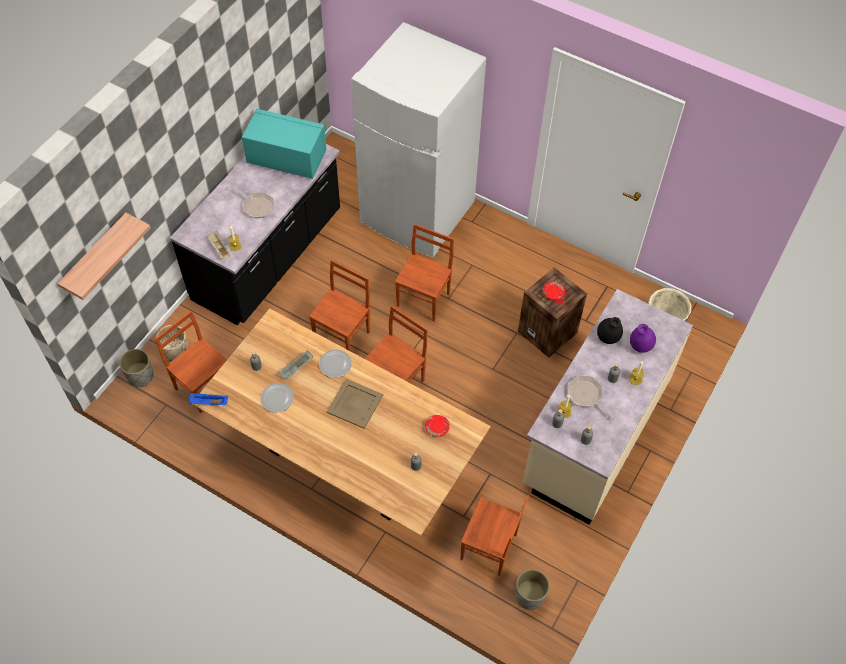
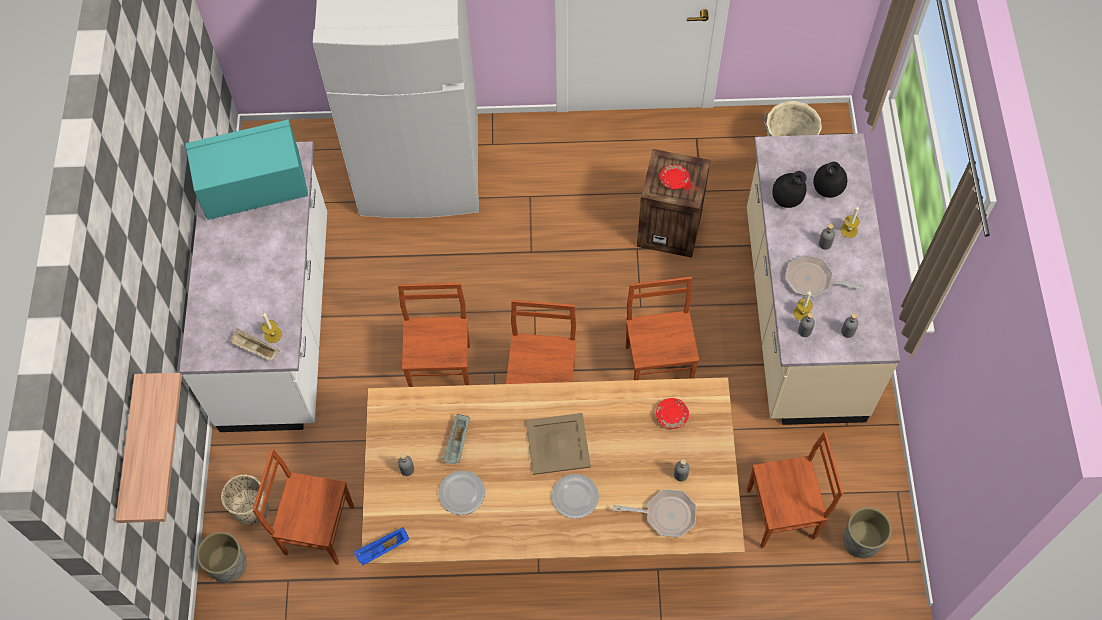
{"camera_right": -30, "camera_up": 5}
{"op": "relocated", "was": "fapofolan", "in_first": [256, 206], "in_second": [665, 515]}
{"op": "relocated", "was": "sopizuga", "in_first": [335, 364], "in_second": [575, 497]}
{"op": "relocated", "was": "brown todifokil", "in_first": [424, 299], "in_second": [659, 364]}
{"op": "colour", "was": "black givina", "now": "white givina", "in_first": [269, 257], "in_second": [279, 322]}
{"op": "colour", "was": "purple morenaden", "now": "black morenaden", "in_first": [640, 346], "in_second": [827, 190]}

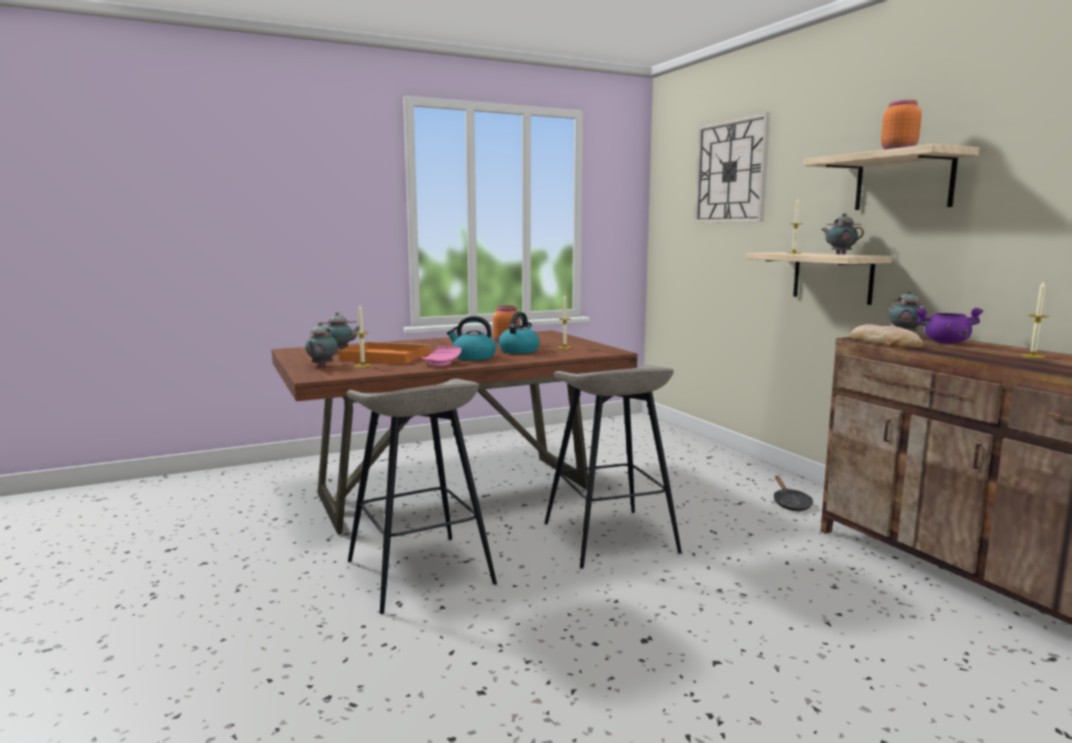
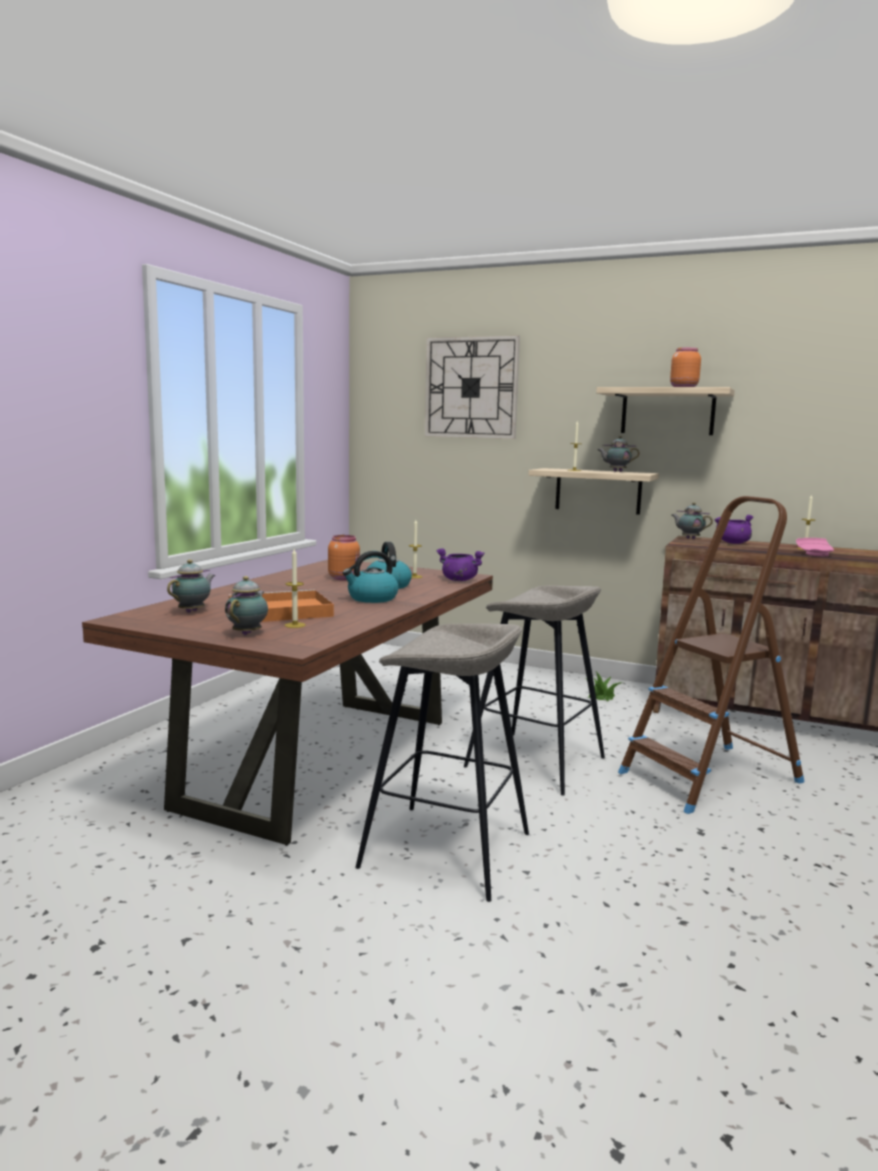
{"camera_right": -40, "camera_up": 0}
{"op": "missing", "was": "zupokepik", "in_first": [885, 342]}
{"op": "appeared", "now": "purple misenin", "in_second": [458, 580]}
{"op": "appeared", "now": "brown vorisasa", "in_second": [708, 777]}
{"op": "relocated", "was": "pink sopizuga", "in_first": [442, 364], "in_second": [816, 554]}
{"op": "exchanged", "was": "black fapofolan", "now": "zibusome", "in_first": [790, 504], "in_second": [601, 696]}
{"op": "spun", "was": "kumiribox", "in_first": [321, 366], "in_second": [248, 633], "clockwise": -135}

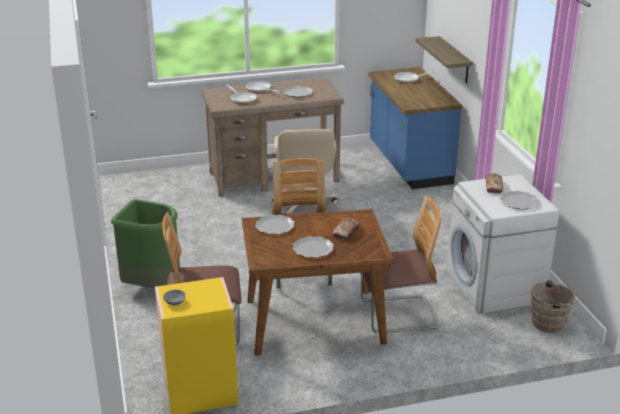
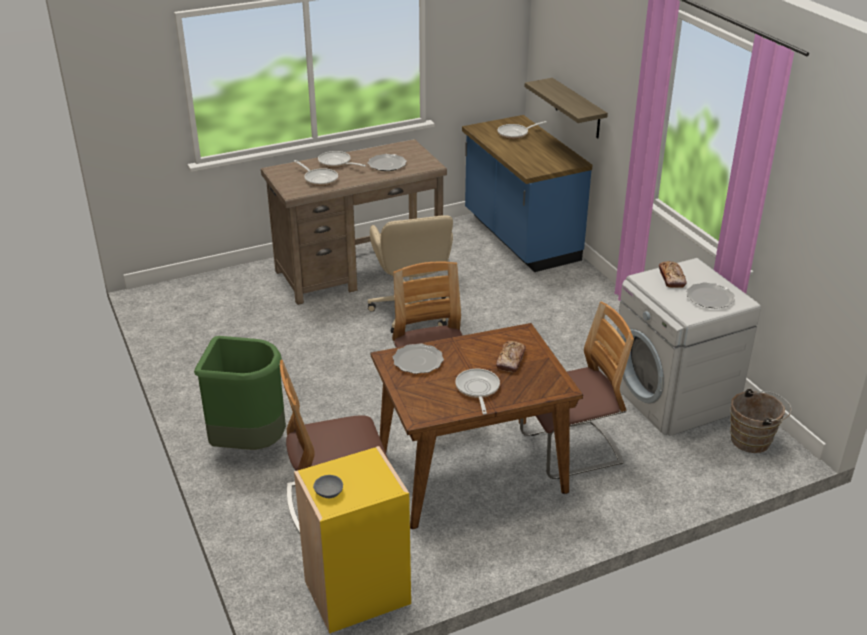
{"camera_right": -10, "camera_up": 5}
{"op": "exchanged", "was": "sopizuga", "now": "fapofolan", "in_first": [312, 249], "in_second": [477, 390]}

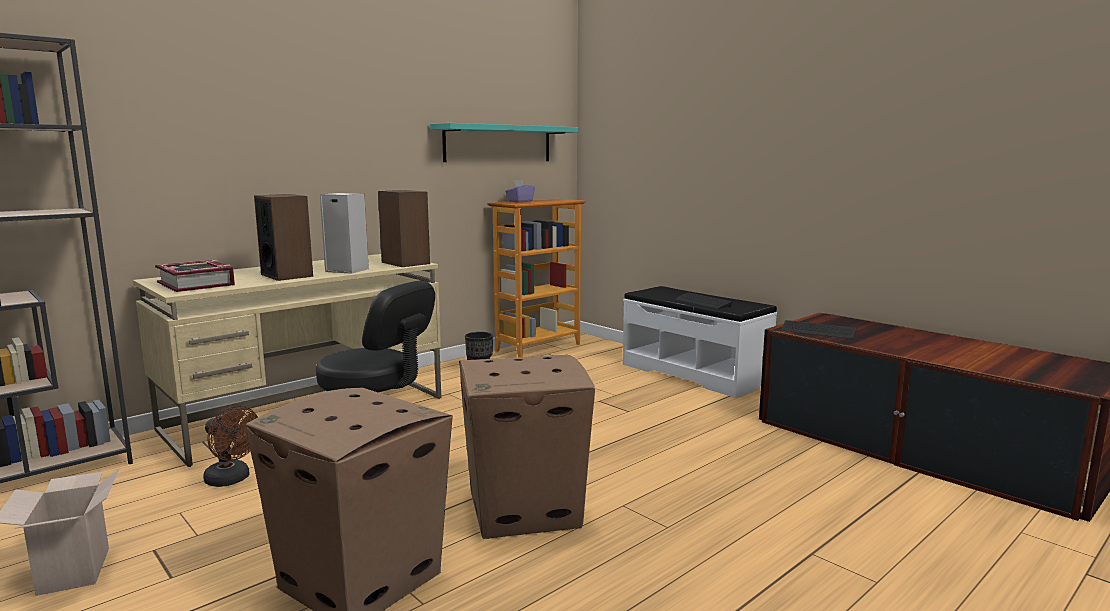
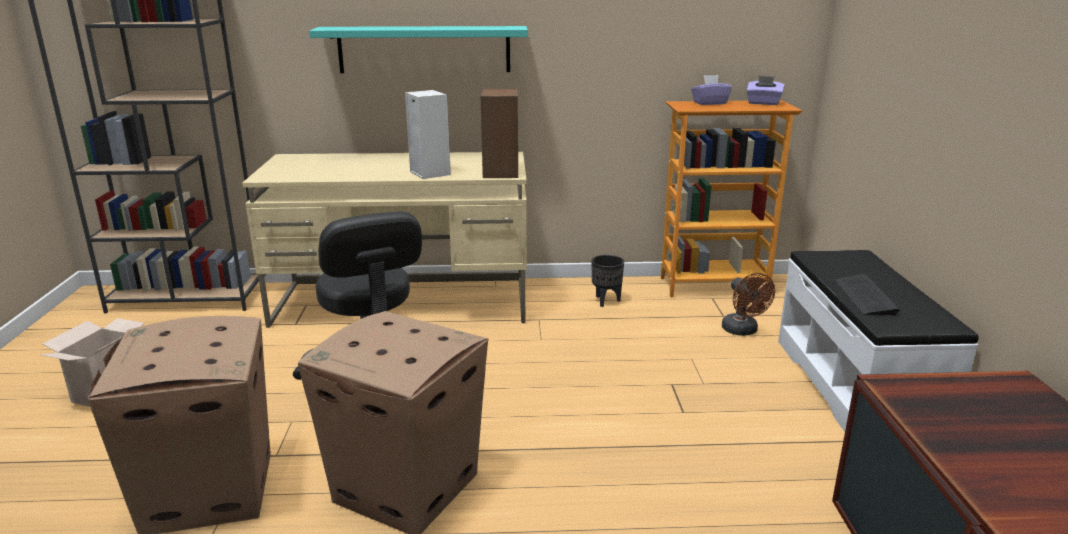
{"camera_right": 40, "camera_up": 10}
{"op": "missing", "was": "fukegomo", "in_first": [196, 284]}
{"op": "missing", "was": "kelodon", "in_first": [287, 275]}
{"op": "missing", "was": "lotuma", "in_first": [818, 331]}
{"op": "appeared", "now": "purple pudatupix", "in_second": [763, 103]}
{"op": "relocated", "was": "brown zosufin", "in_first": [232, 480], "in_second": [743, 331]}
{"op": "relocated", "was": "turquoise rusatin", "in_first": [498, 143], "in_second": [424, 49]}

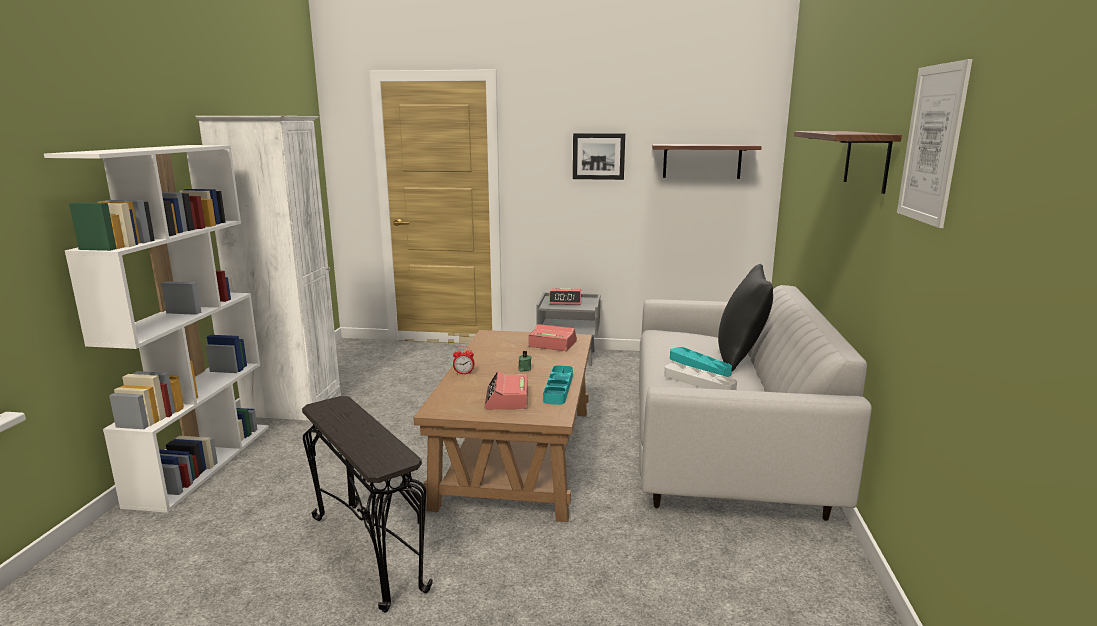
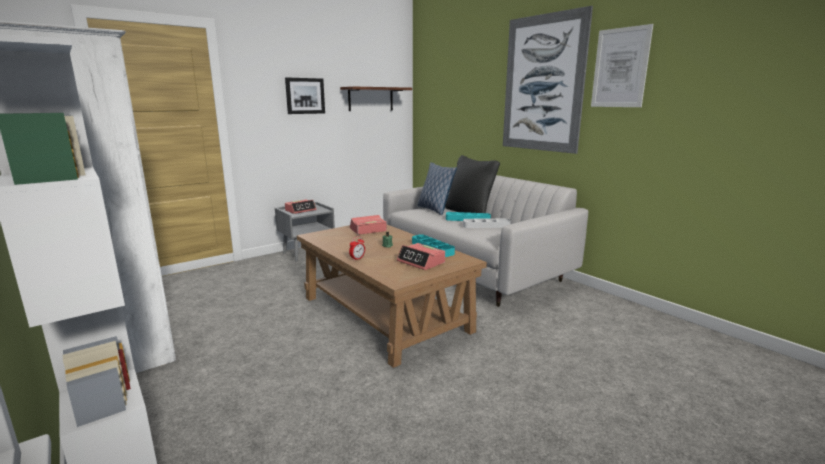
{"camera_right": -45, "camera_up": 0}
{"op": "missing", "was": "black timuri", "in_first": [367, 553]}
{"op": "appeared", "now": "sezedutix", "in_second": [434, 209]}
{"op": "exchanged", "was": "rusatin", "now": "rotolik", "in_first": [867, 160], "in_second": [543, 84]}

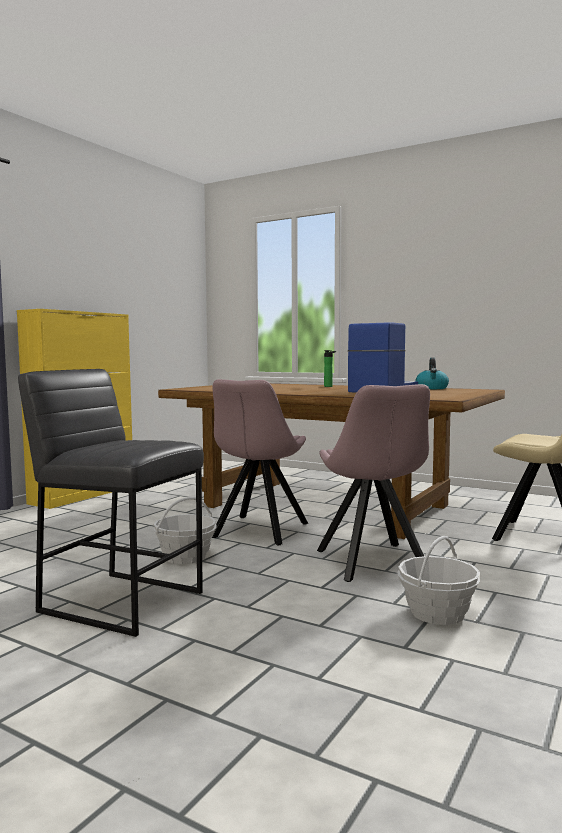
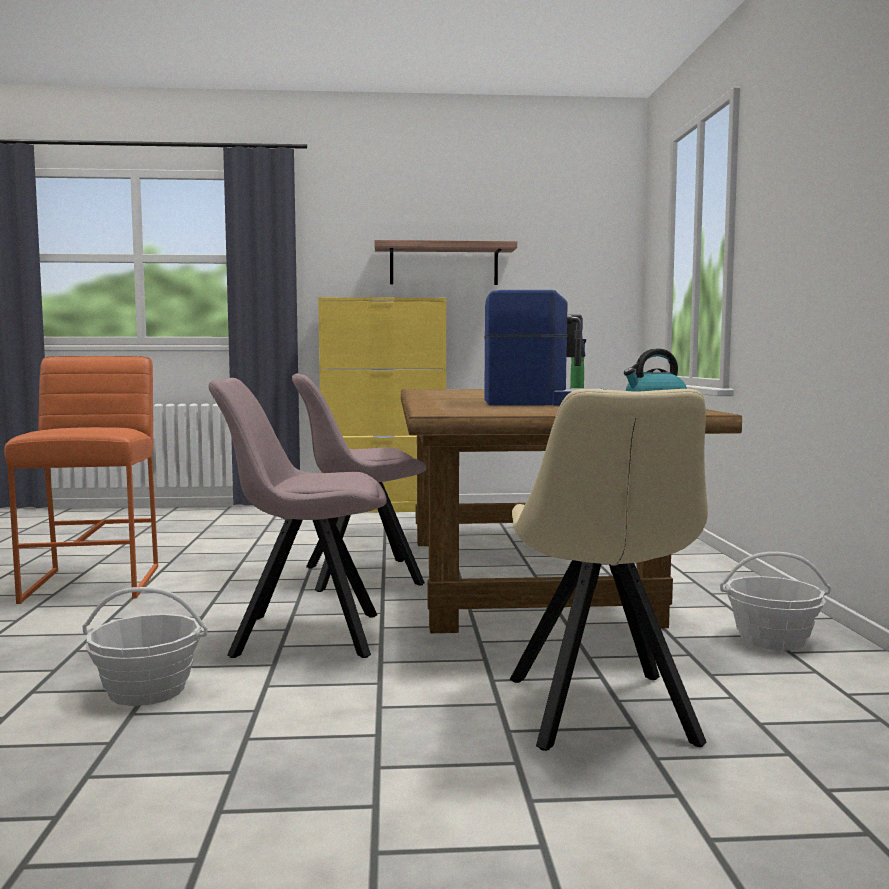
{"camera_right": 55, "camera_up": 0}
{"op": "appeared", "now": "rusatin", "in_second": [444, 264]}
{"op": "relocated", "was": "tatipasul", "in_first": [185, 557], "in_second": [772, 640]}
{"op": "colour", "was": "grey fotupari", "now": "orange fotupari", "in_first": [120, 601], "in_second": [94, 583]}
{"op": "spun", "was": "pink todifokil", "in_first": [372, 562], "in_second": [305, 635], "clockwise": 45}

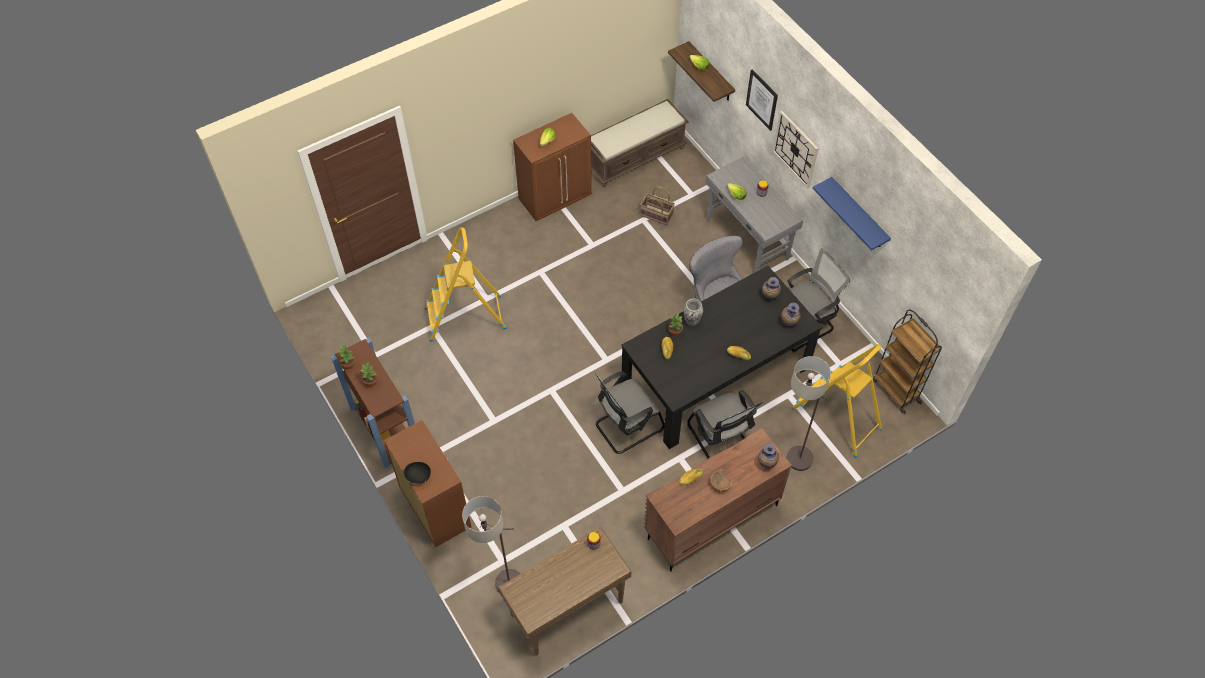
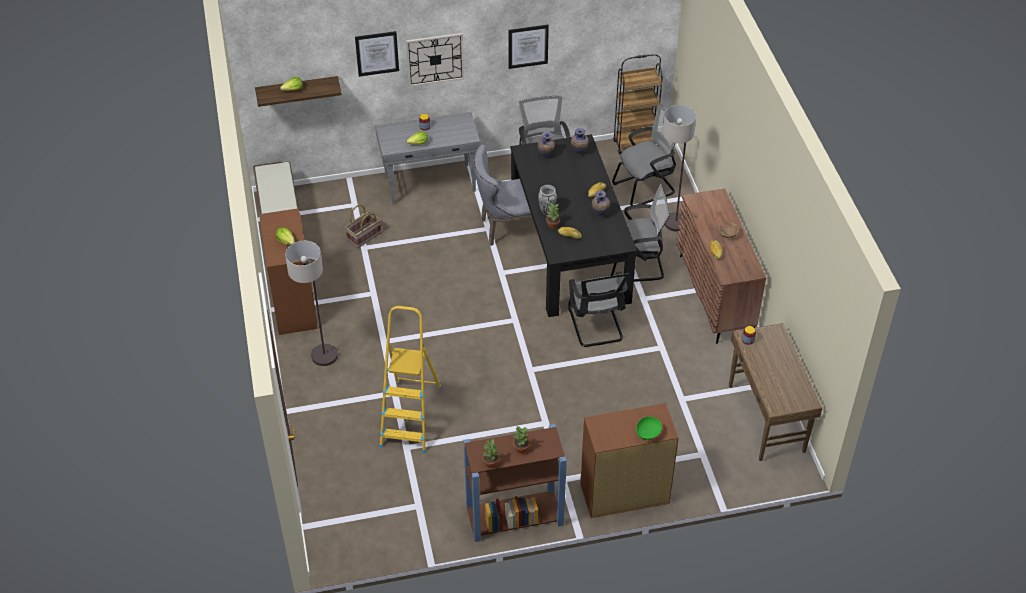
{"camera_right": -70, "camera_up": -10}
{"op": "relocated", "was": "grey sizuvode", "in_first": [500, 584], "in_second": [321, 361]}
{"op": "relocated", "was": "morenaden", "in_first": [766, 464], "in_second": [600, 214]}
{"op": "exchanged", "was": "yellow vorisasa", "now": "todifokil", "in_first": [835, 418], "in_second": [646, 188]}
{"op": "exchanged", "was": "blue rusatin", "now": "rotolik", "in_first": [858, 214], "in_second": [528, 46]}
{"op": "colour", "was": "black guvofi", "now": "green guvofi", "in_first": [418, 477], "in_second": [648, 434]}

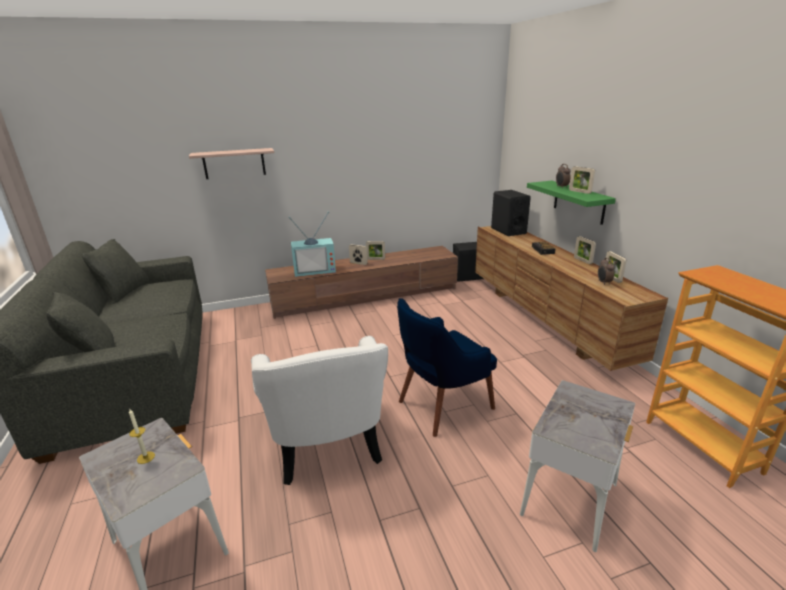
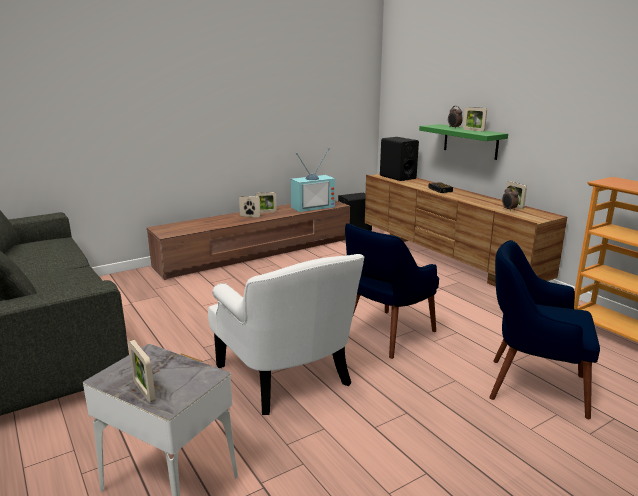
{"camera_right": -15, "camera_up": -5}
{"op": "missing", "was": "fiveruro", "in_first": [146, 457]}
{"op": "missing", "was": "rusatin", "in_first": [234, 163]}
{"op": "relocated", "was": "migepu", "in_first": [315, 270], "in_second": [312, 206]}
{"op": "relocated", "was": "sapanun", "in_first": [582, 261], "in_second": [144, 392]}
{"op": "exchanged", "was": "timuri", "now": "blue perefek", "in_first": [571, 498], "in_second": [533, 386]}

